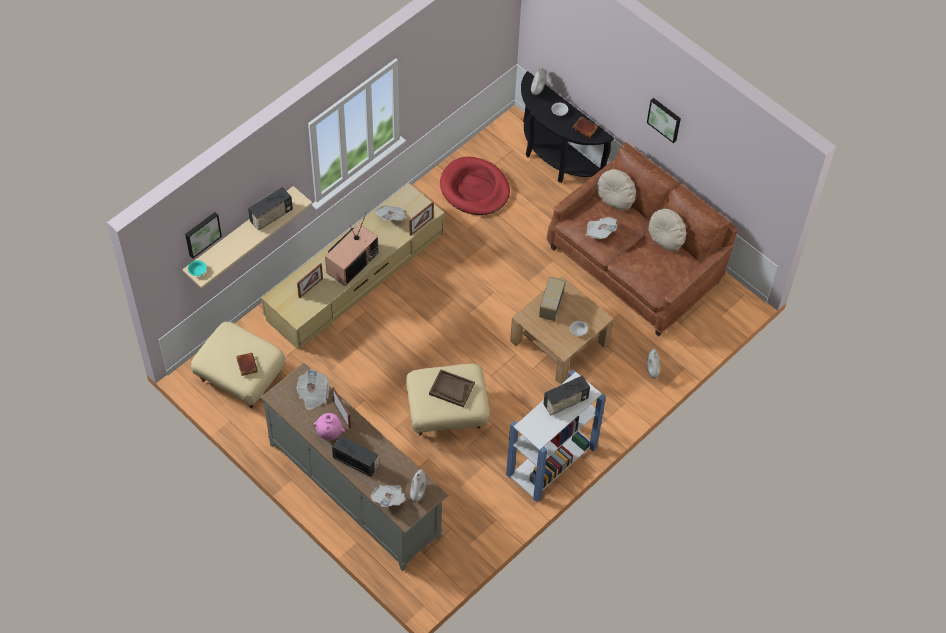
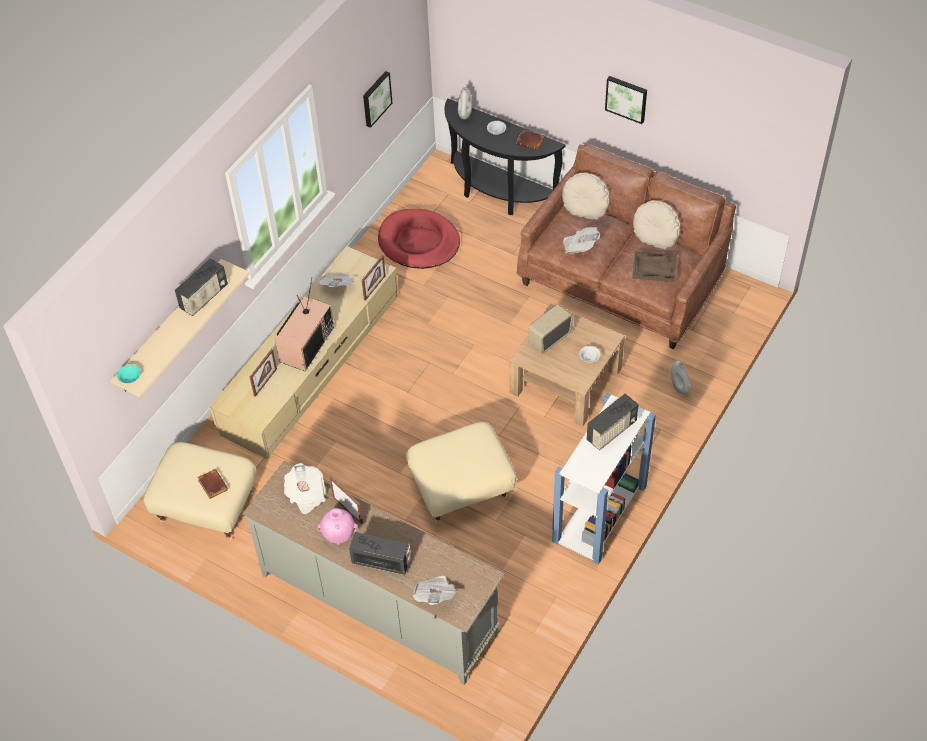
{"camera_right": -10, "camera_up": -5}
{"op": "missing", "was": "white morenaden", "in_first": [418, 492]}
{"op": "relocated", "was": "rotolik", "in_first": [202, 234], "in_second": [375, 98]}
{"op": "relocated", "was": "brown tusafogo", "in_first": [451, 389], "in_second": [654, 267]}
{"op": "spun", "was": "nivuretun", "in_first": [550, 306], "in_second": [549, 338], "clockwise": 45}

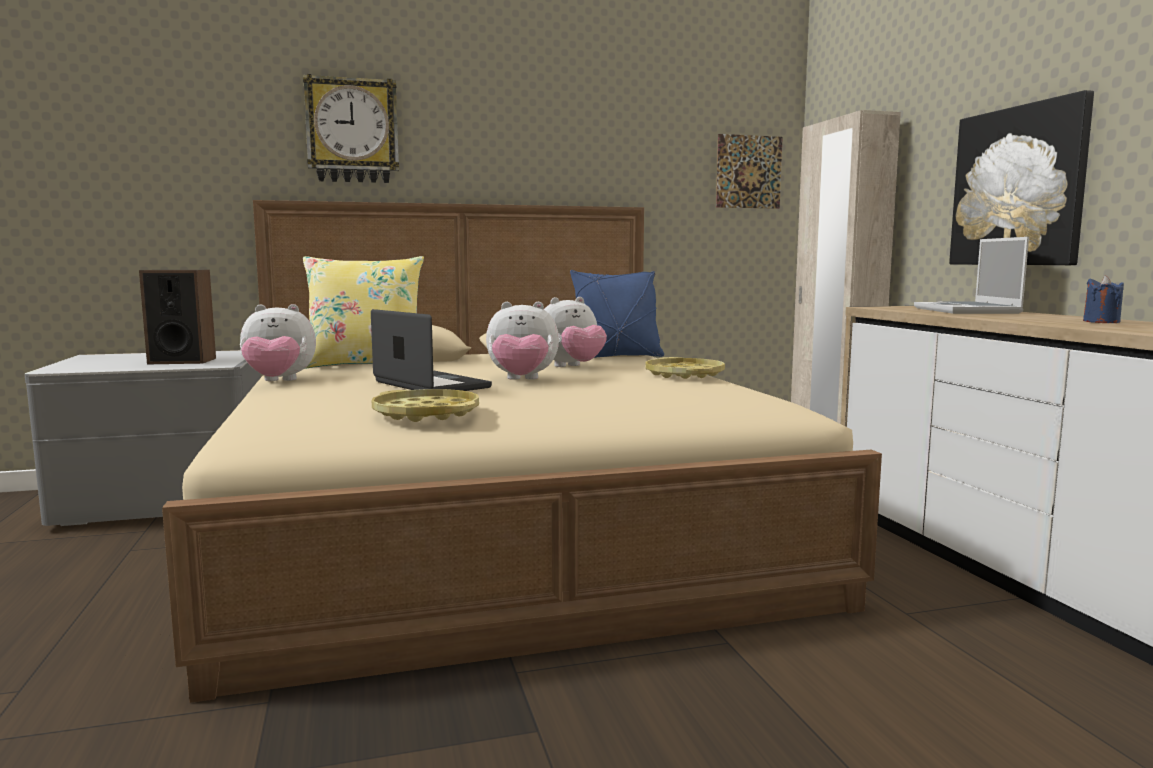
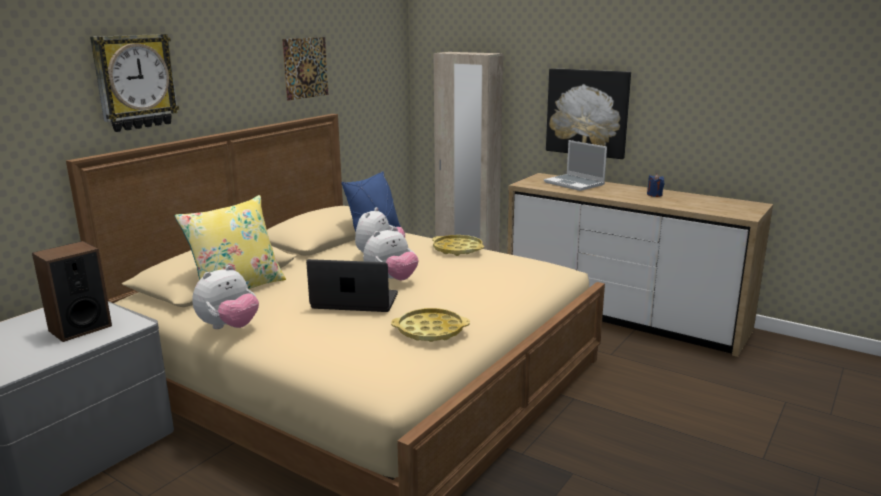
{"camera_right": -40, "camera_up": 10}
{"op": "relocated", "was": "rotolik", "in_first": [749, 172], "in_second": [305, 68]}

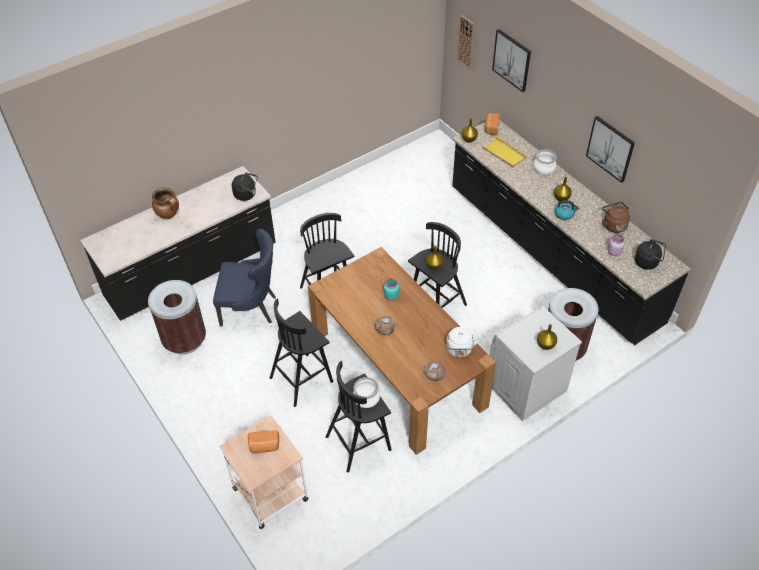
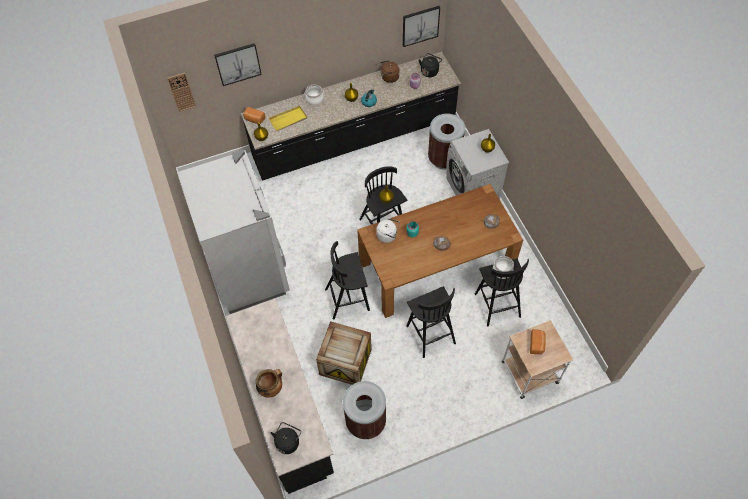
{"camera_right": -75, "camera_up": 10}
{"op": "appeared", "now": "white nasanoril", "in_second": [249, 271]}
{"op": "relocated", "was": "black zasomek", "in_first": [246, 194], "in_second": [288, 441]}
{"op": "relocated", "was": "white zasomek", "in_first": [459, 350], "in_second": [388, 235]}
{"op": "relocated", "was": "rotolik", "in_first": [610, 148], "in_second": [420, 25]}
{"op": "exchanged", "was": "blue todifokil", "now": "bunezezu", "in_first": [251, 308], "in_second": [345, 362]}

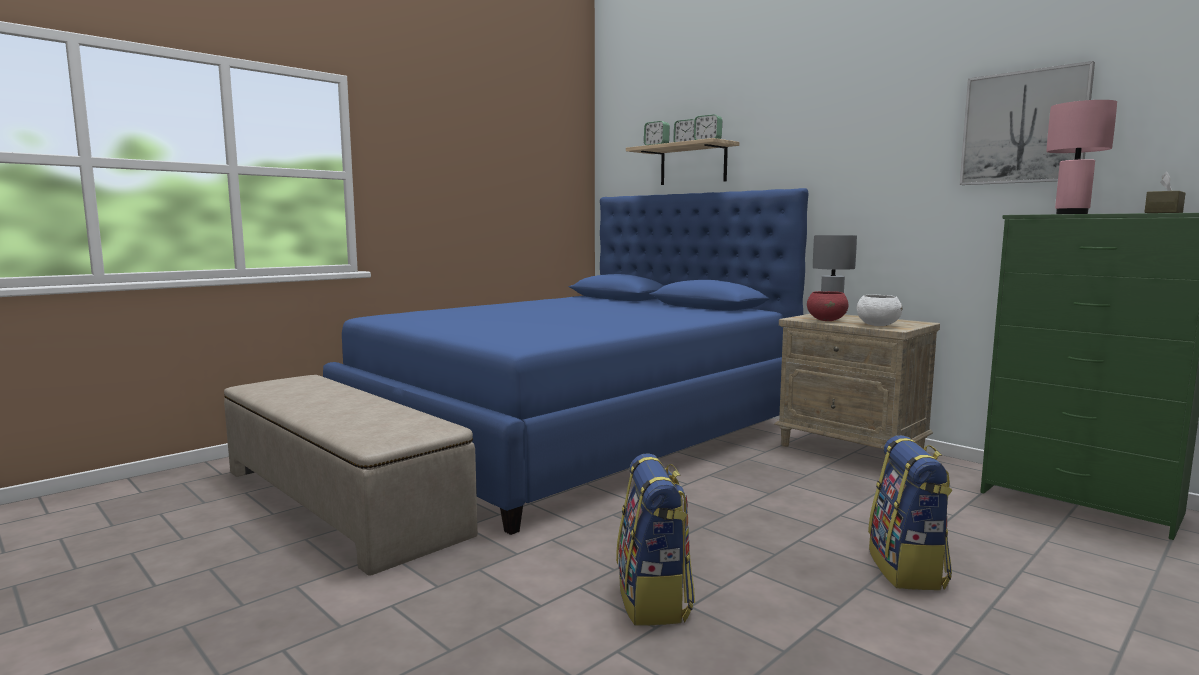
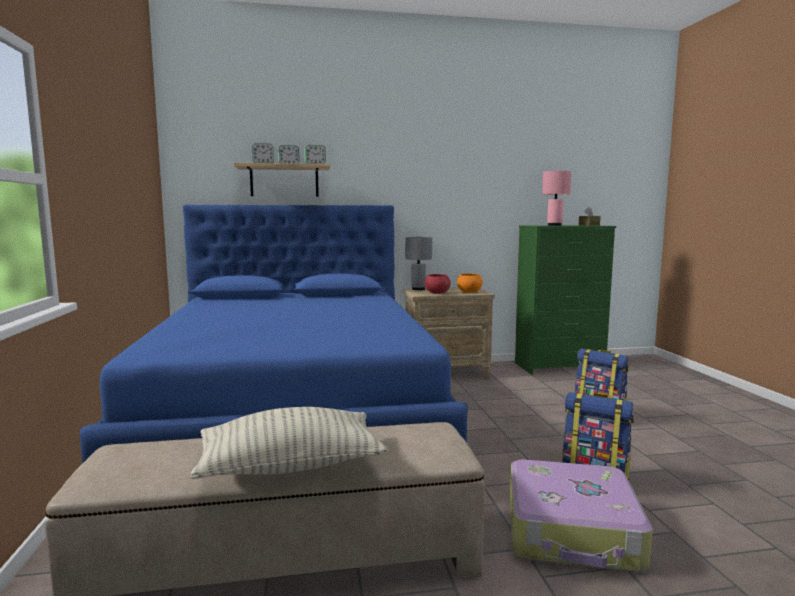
{"camera_right": -55, "camera_up": 0}
{"op": "missing", "was": "rotolik", "in_first": [1024, 127]}
{"op": "appeared", "now": "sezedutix", "in_second": [291, 466]}
{"op": "appeared", "now": "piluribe", "in_second": [573, 532]}
{"op": "colour", "was": "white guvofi", "now": "orange guvofi", "in_first": [877, 325], "in_second": [469, 292]}

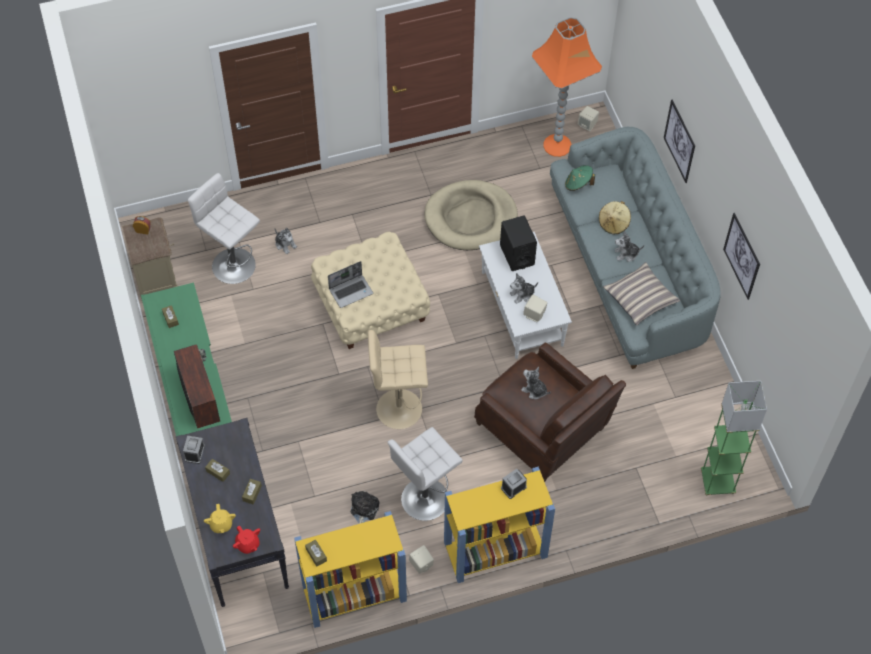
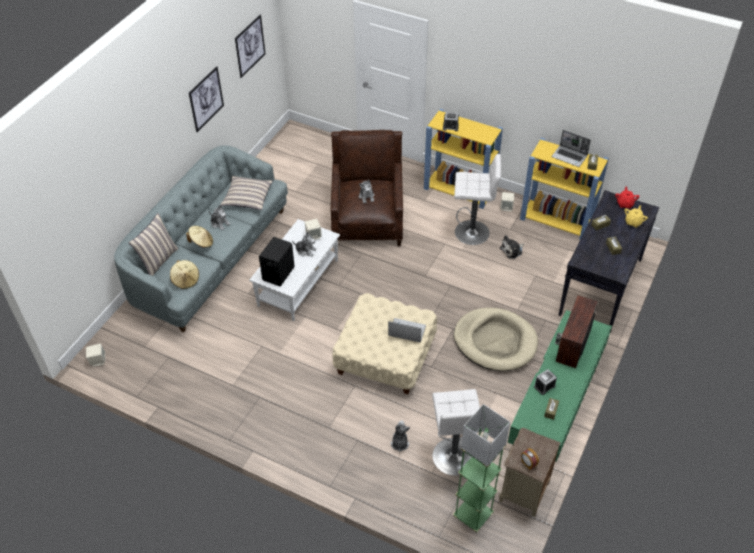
{"camera_right": -135, "camera_up": -10}
{"op": "missing", "was": "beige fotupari", "in_first": [398, 408]}
{"op": "missing", "was": "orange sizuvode", "in_first": [558, 145]}
{"op": "appeared", "now": "sezedutix", "in_second": [158, 260]}
{"op": "appeared", "now": "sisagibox", "in_second": [569, 156]}
{"op": "relocated", "was": "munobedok", "in_first": [195, 453], "in_second": [544, 386]}
{"op": "relocated", "was": "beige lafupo", "in_first": [470, 218], "in_second": [495, 341]}
{"op": "relocated", "was": "rotolik", "in_first": [679, 141], "in_second": [250, 46]}
{"op": "relocated", "was": "green sizuvode", "in_first": [717, 482], "in_second": [473, 515]}
{"op": "colour", "was": "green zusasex", "now": "beige zusasex", "in_first": [578, 184], "in_second": [186, 280]}

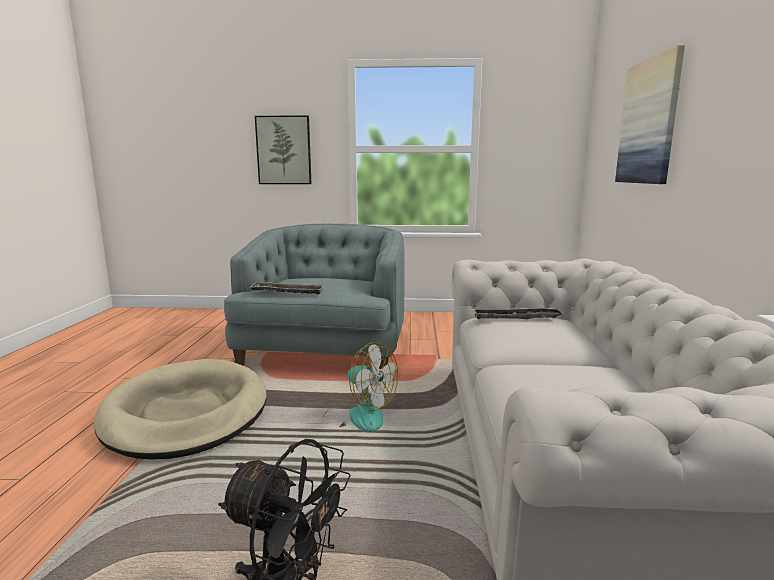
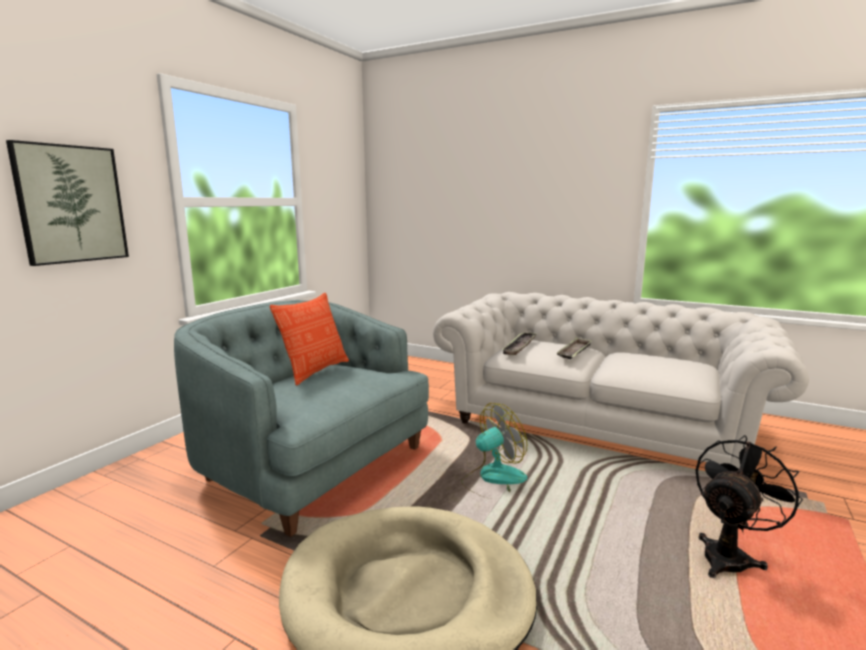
{"camera_right": -65, "camera_up": 0}
{"op": "missing", "was": "rotolik", "in_first": [649, 122]}
{"op": "appeared", "now": "orange sezedutix", "in_second": [315, 371]}
{"op": "relocated", "was": "tusafogo", "in_first": [287, 291], "in_second": [574, 352]}

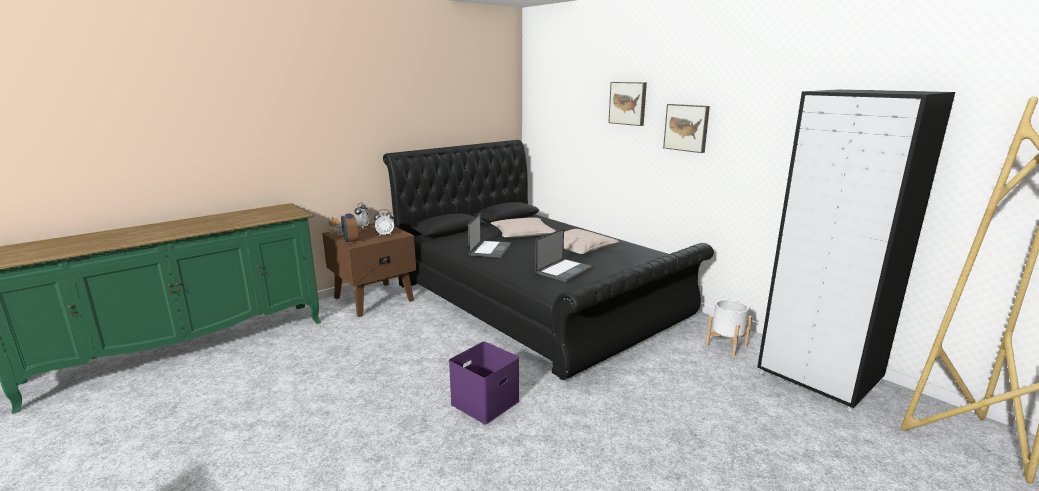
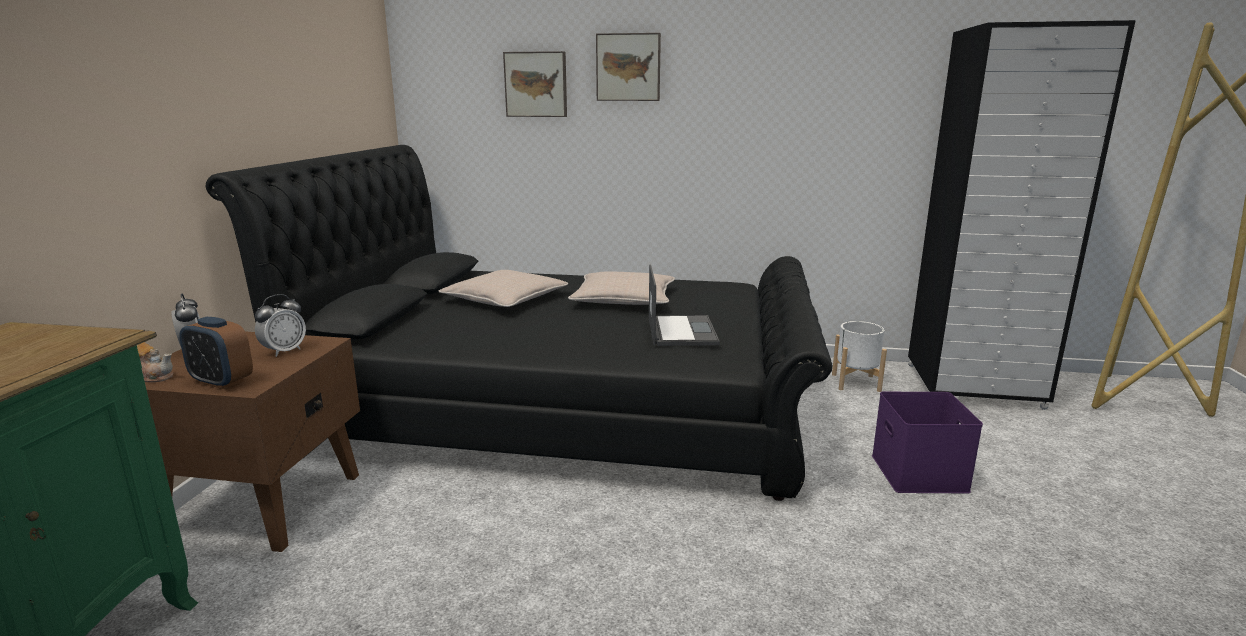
{"camera_right": -40, "camera_up": 0}
{"op": "missing", "was": "sisagibox", "in_first": [490, 249]}
{"op": "relocated", "was": "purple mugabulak", "in_first": [485, 403], "in_second": [921, 474]}
{"op": "relocated", "was": "rotolik", "in_first": [687, 127], "in_second": [536, 84]}

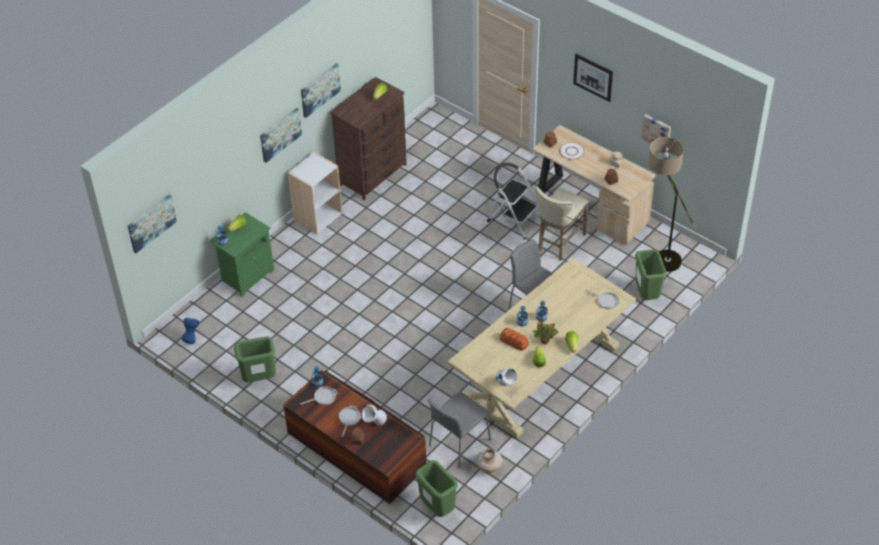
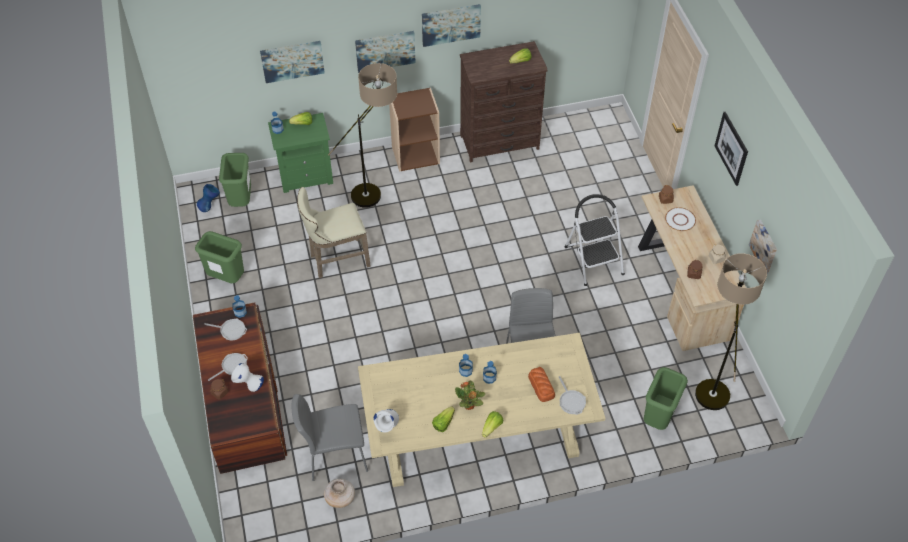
{"camera_right": 35, "camera_up": 5}
{"op": "appeared", "now": "sizuvode", "in_second": [376, 191]}
{"op": "relocated", "was": "rotolik", "in_first": [151, 223], "in_second": [292, 61]}
{"op": "relocated", "was": "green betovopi", "in_first": [438, 508], "in_second": [241, 201]}
{"op": "relocated", "was": "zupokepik", "in_first": [514, 341], "in_second": [541, 386]}
{"op": "relocated", "was": "beige fotupari", "in_first": [559, 243], "in_second": [336, 260]}
{"op": "colour", "was": "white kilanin", "now": "brown kilanin", "in_first": [318, 216], "in_second": [416, 154]}

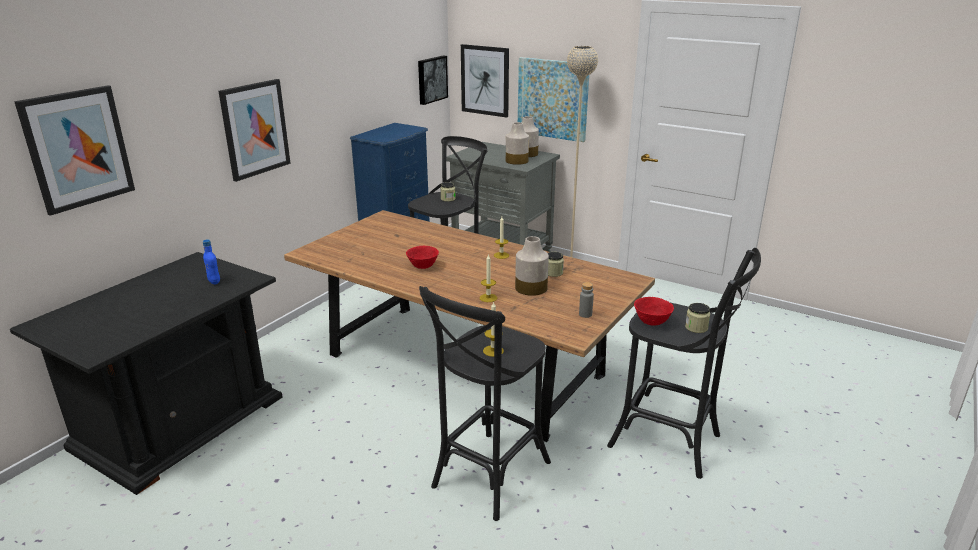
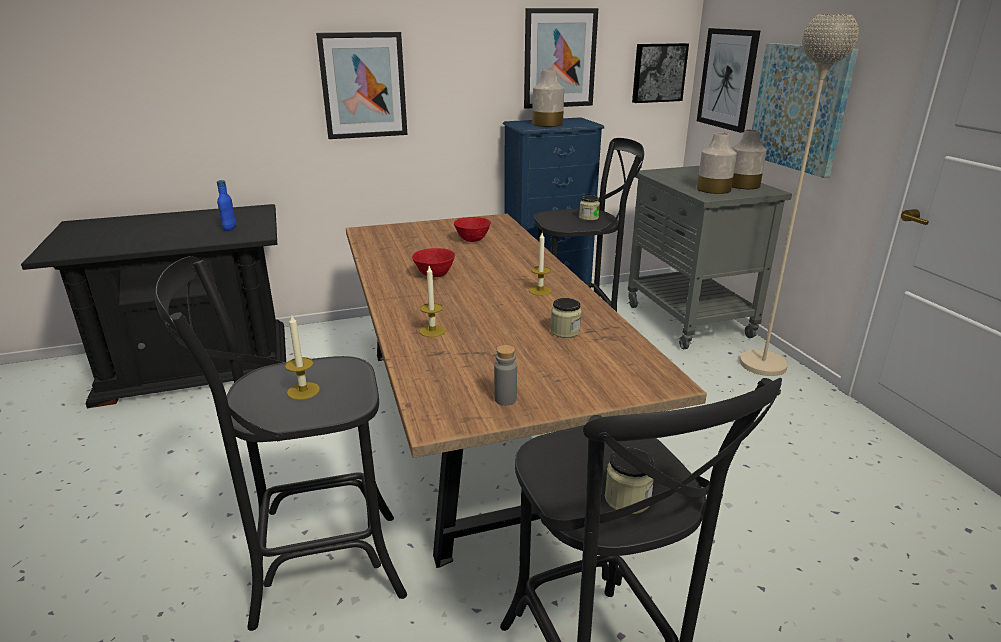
{"camera_right": 40, "camera_up": 0}
{"op": "relocated", "was": "rotolik", "in_first": [78, 149], "in_second": [559, 58]}
{"op": "relocated", "was": "beige morenaden", "in_first": [531, 288], "in_second": [547, 124]}
{"op": "relocated", "was": "red guvofi", "in_first": [651, 322], "in_second": [472, 240]}

